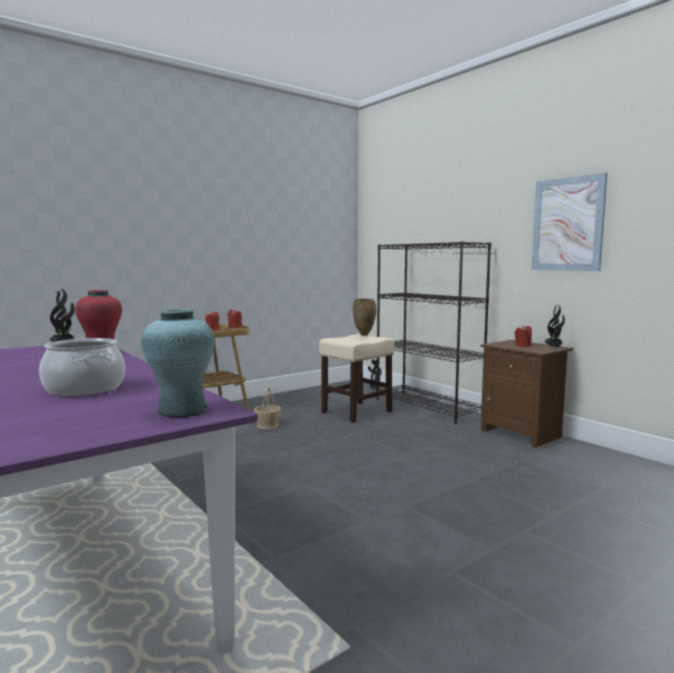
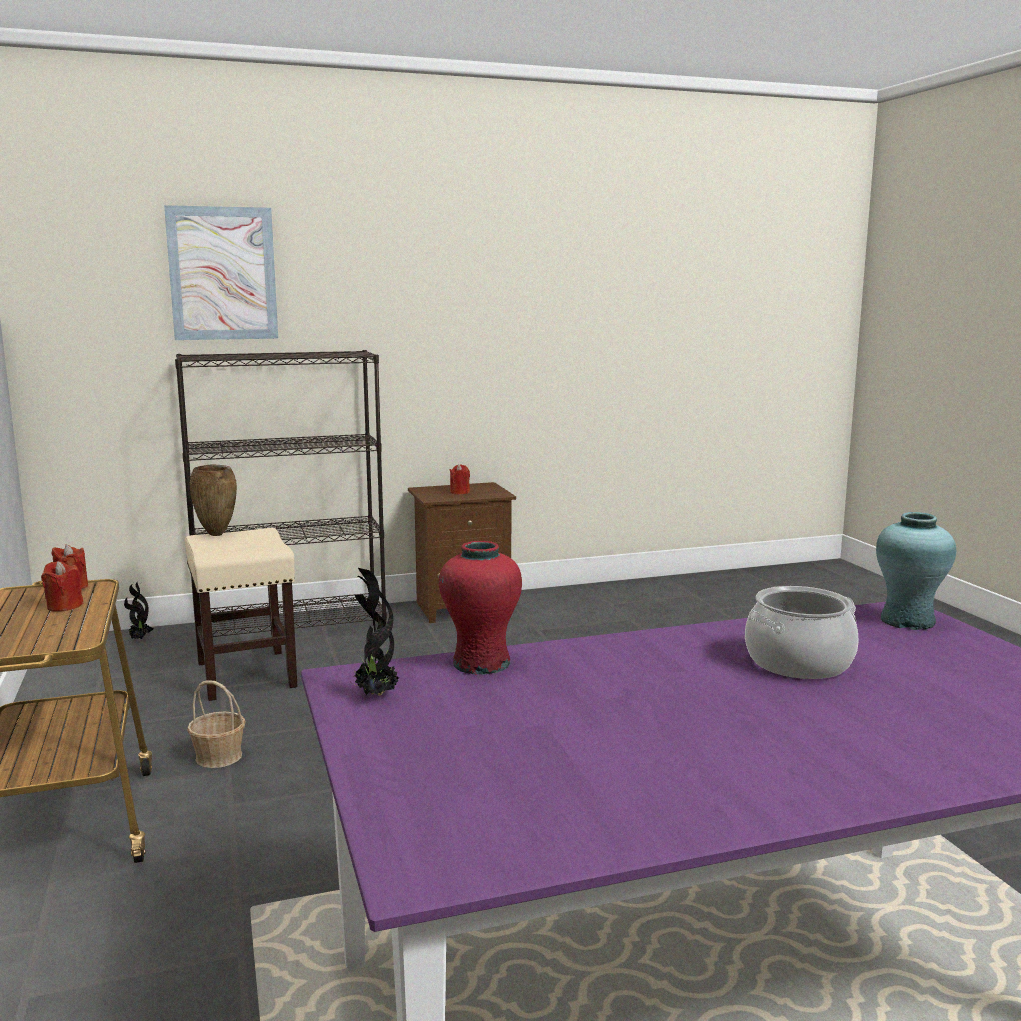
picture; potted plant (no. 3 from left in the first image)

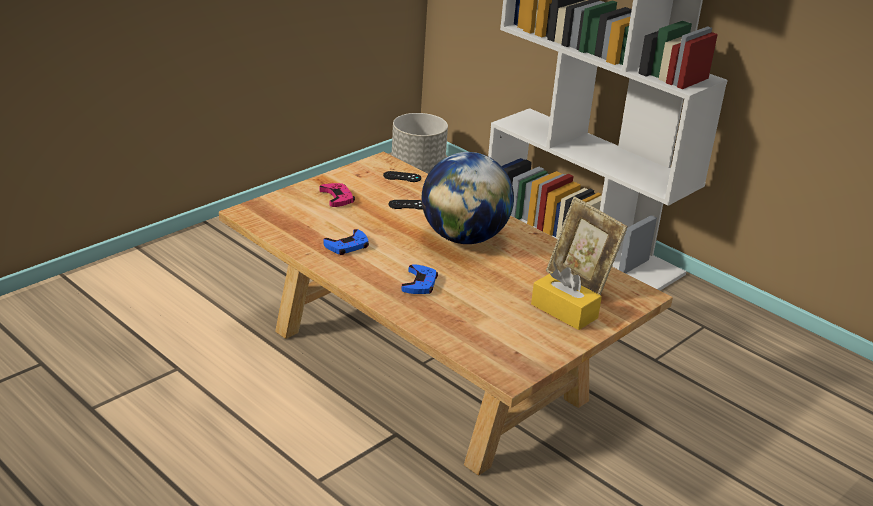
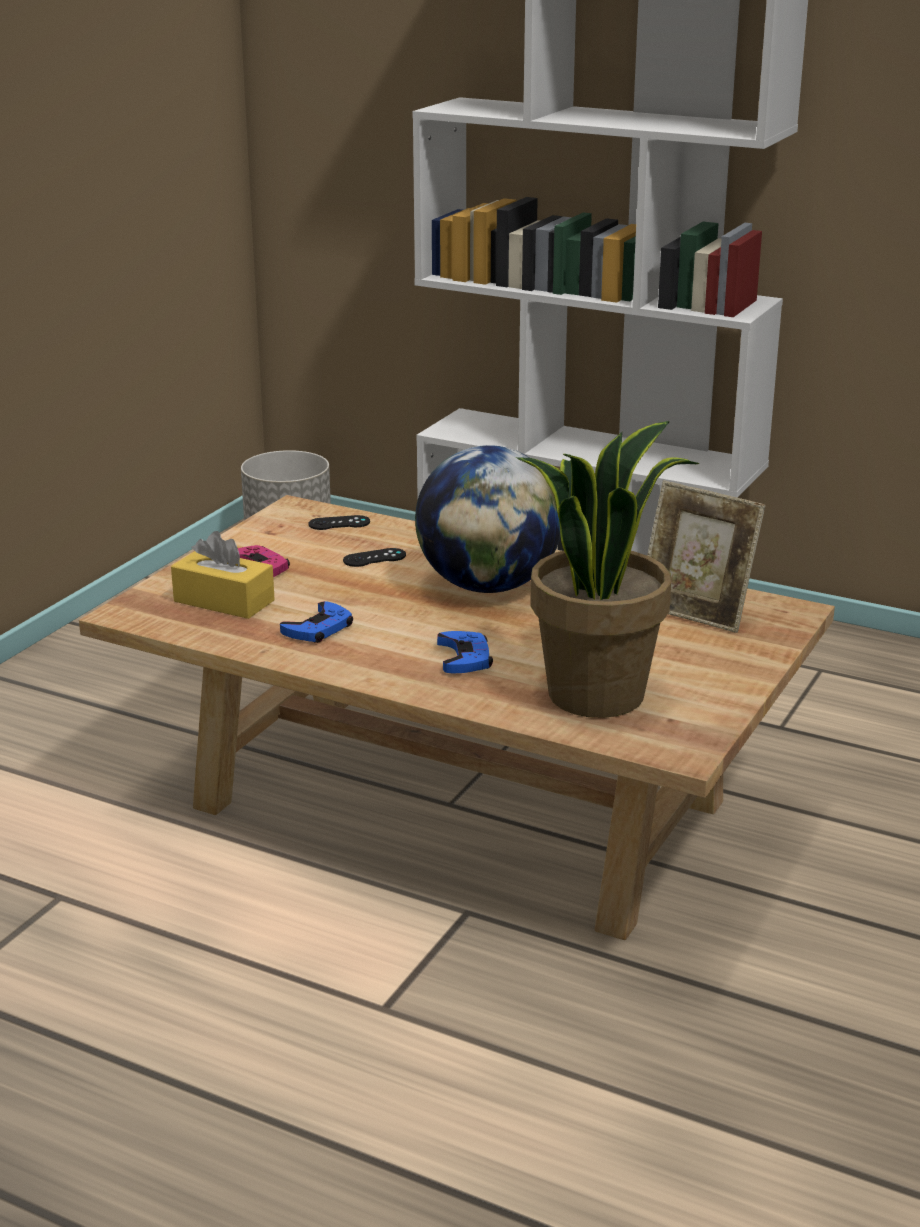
tissue box/yellow; potted plant

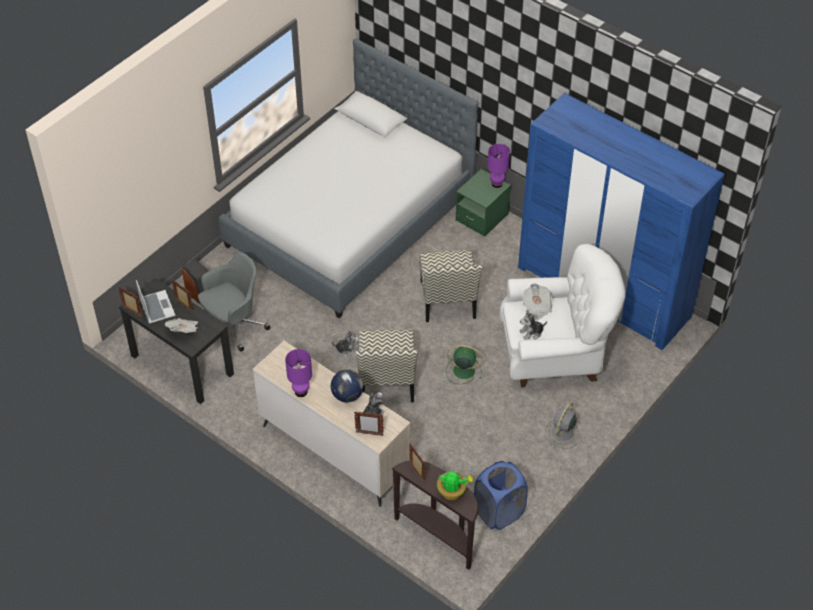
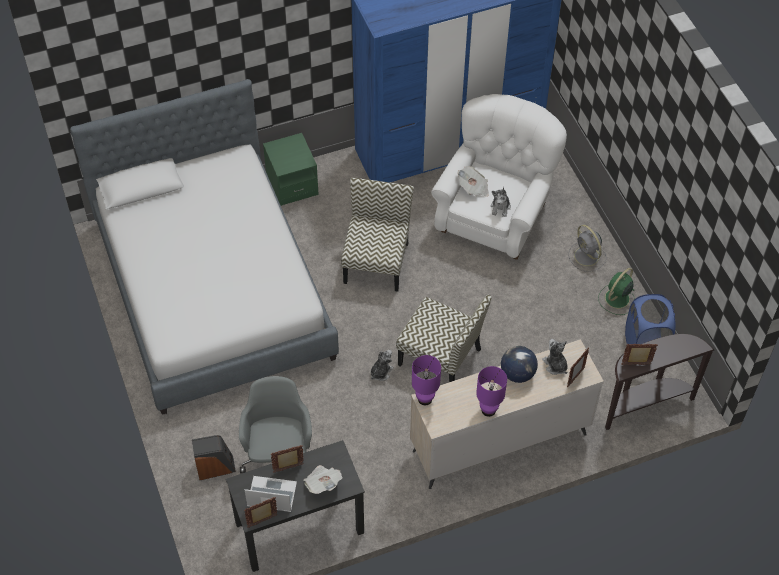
chair (no. 1 from left); table lamp/purple (no. 1 from left); fan/green; potted plant

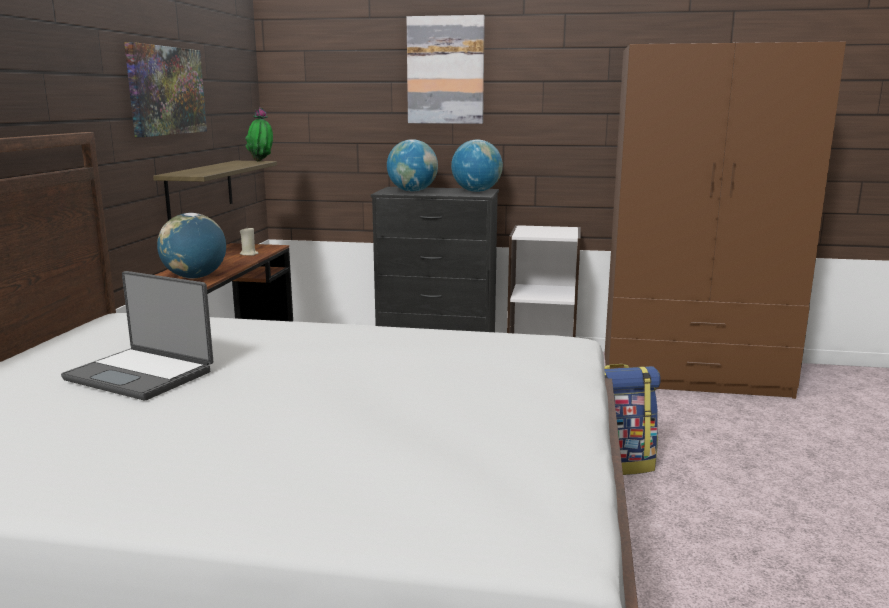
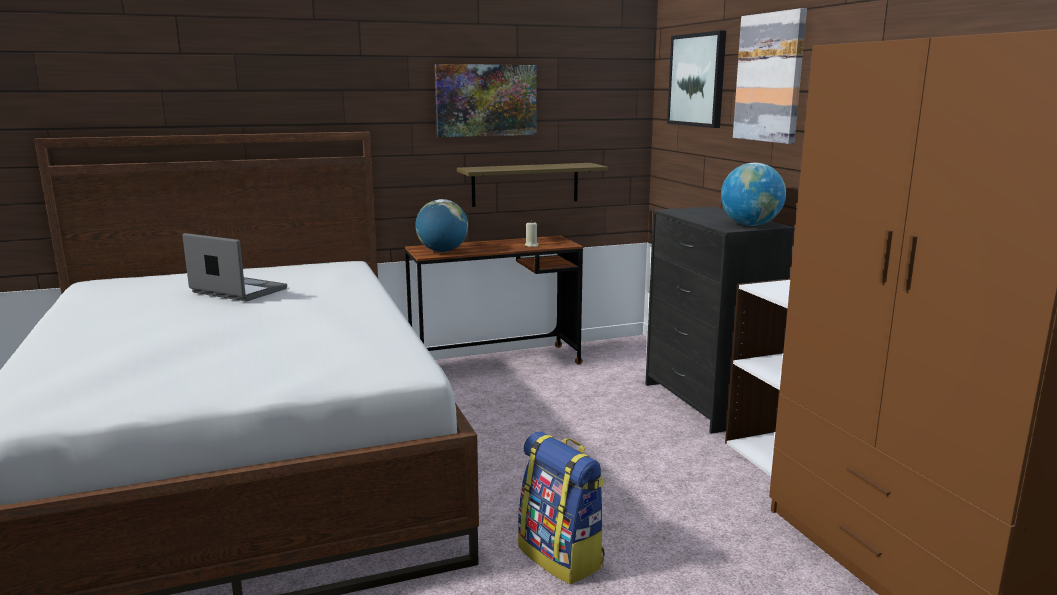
laptop; picture (no. 2 from left); potted plant; globe (no. 2 from left in the first image)

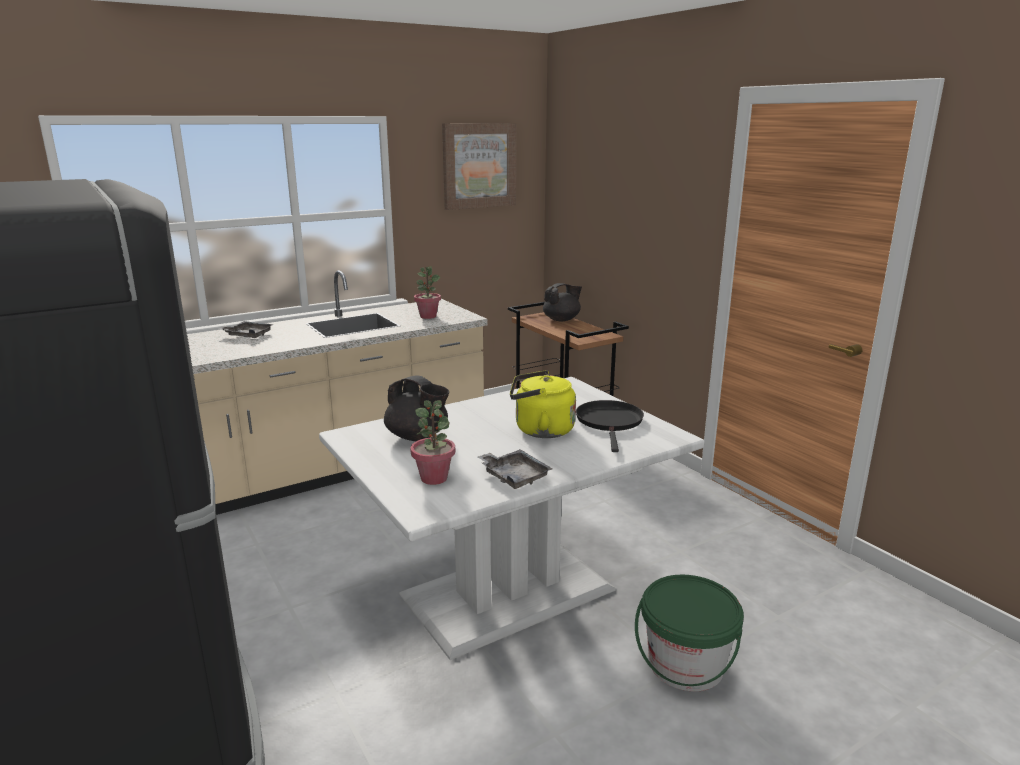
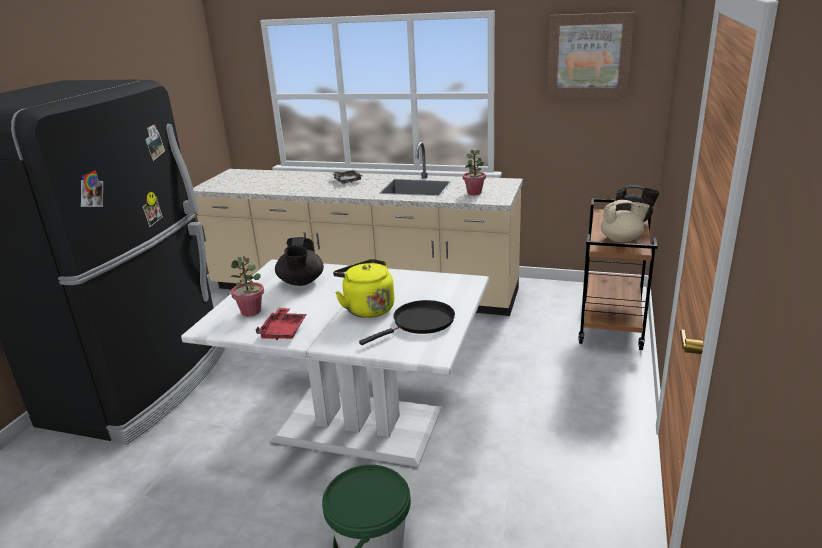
tray/red; teapot/beige

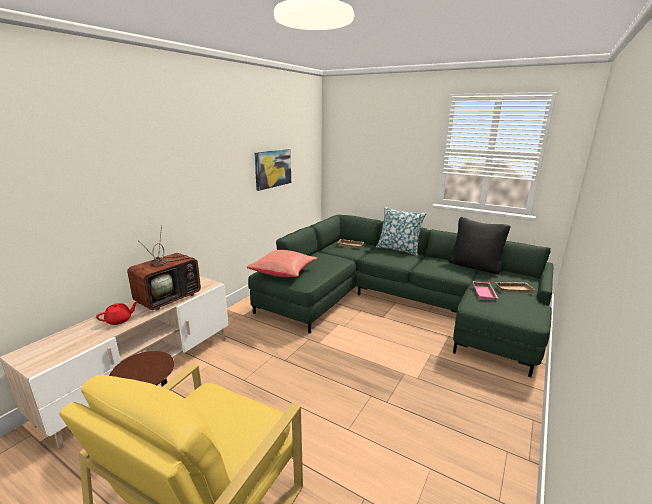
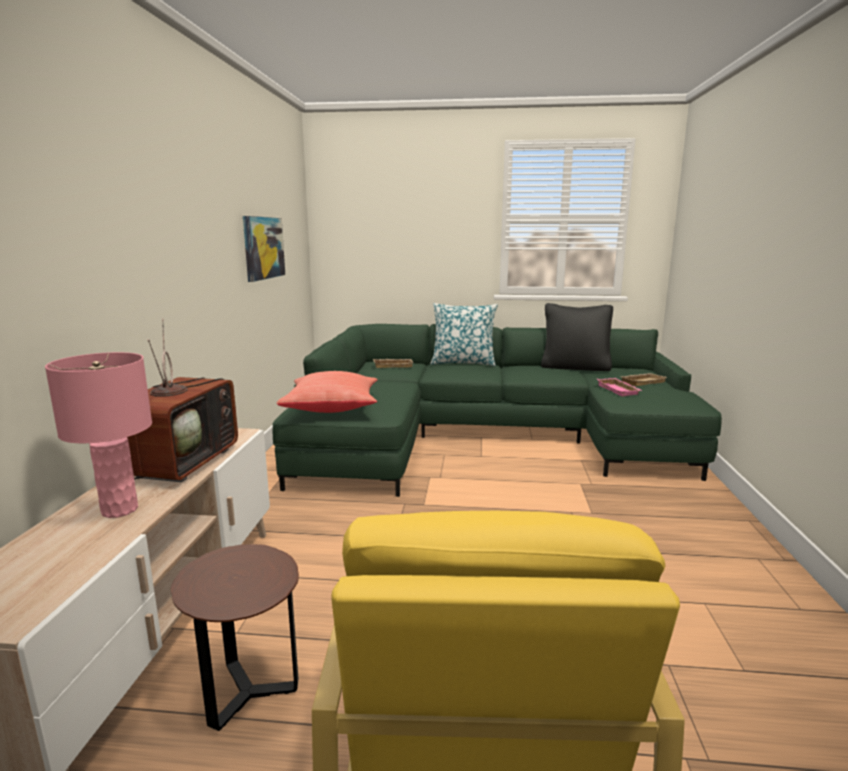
table lamp/pink

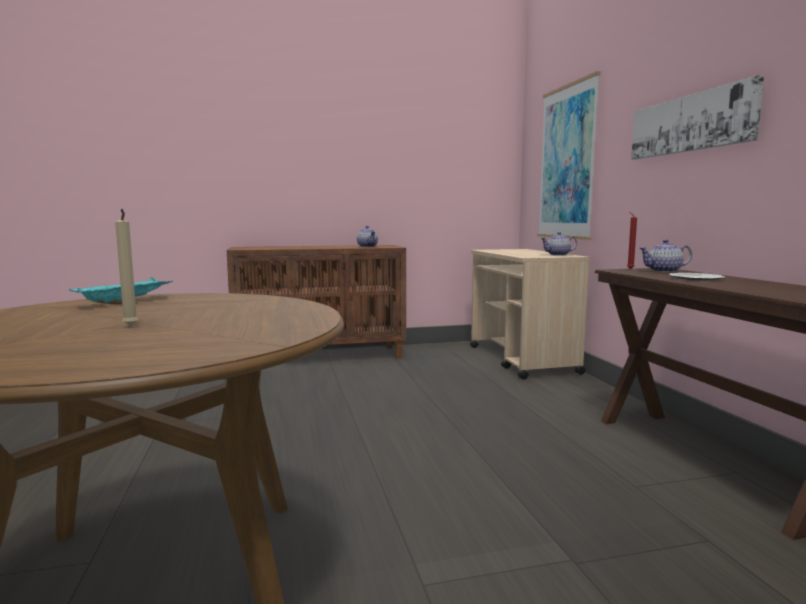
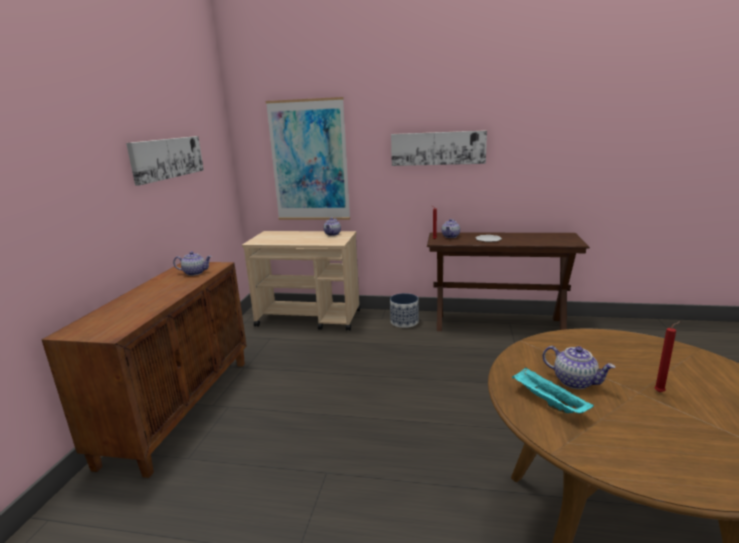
picture (no. 1 from left); planter; teapot (no. 4 from left); candle/red (no. 2 from left)

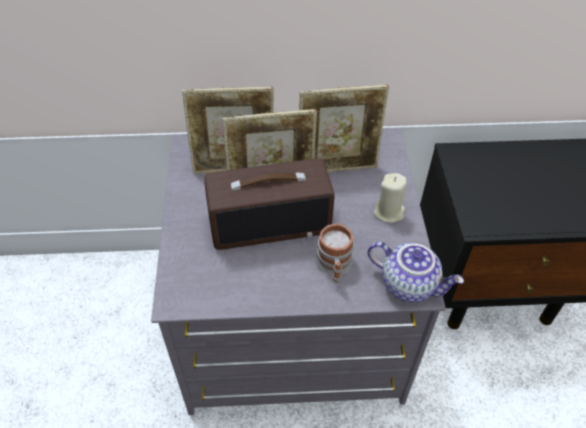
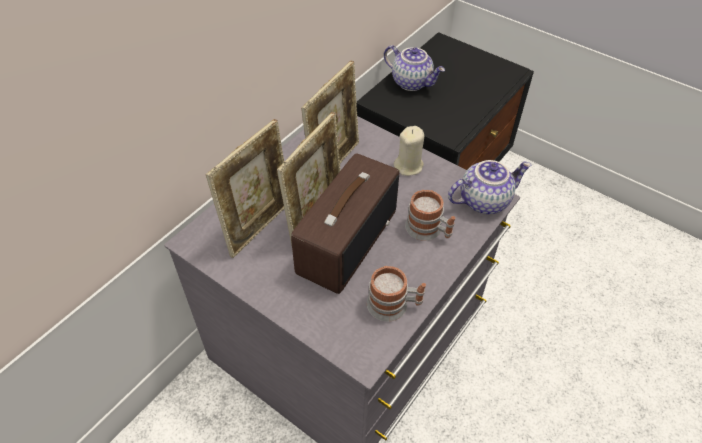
mug (no. 1 from left); teapot (no. 1 from left)

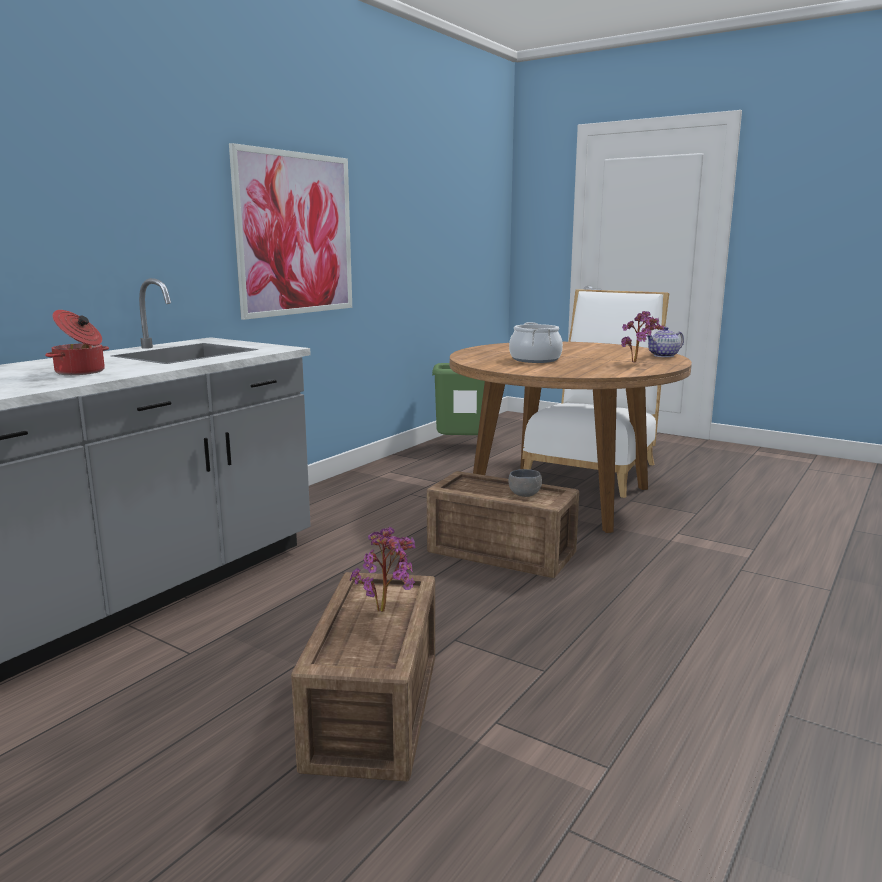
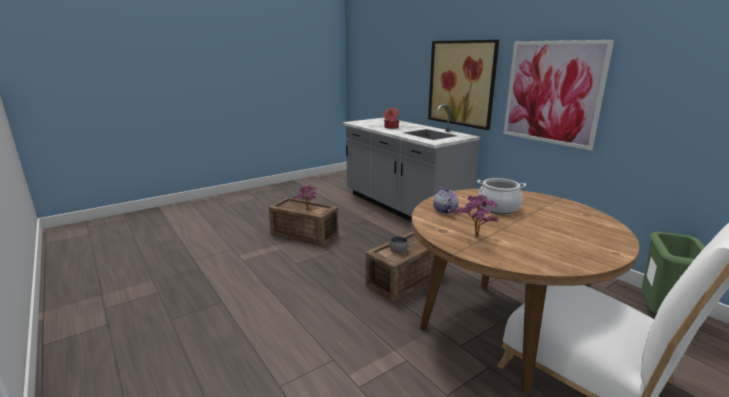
picture (no. 1 from left); teapot

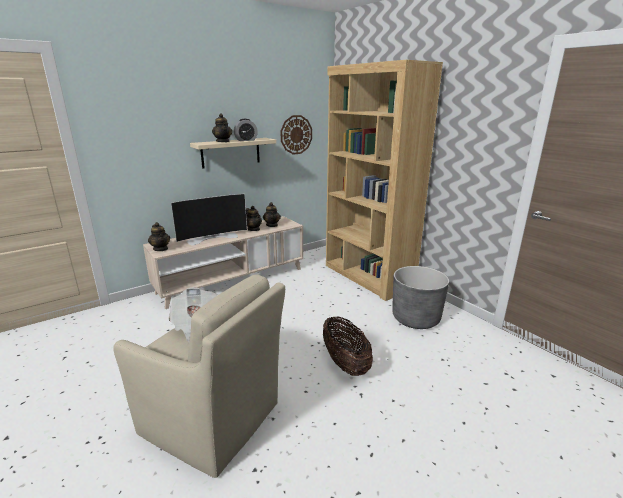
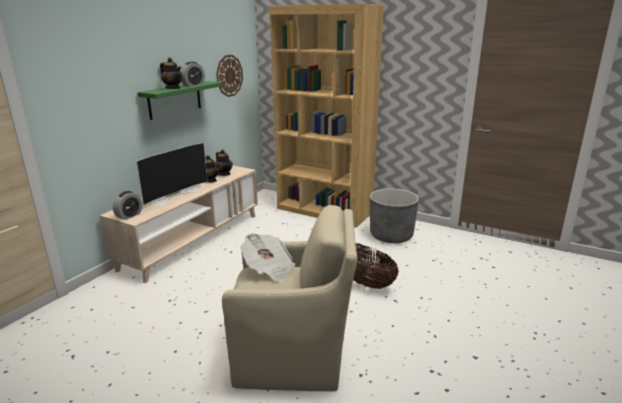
alarm clock (no. 1 from left); shelf/green

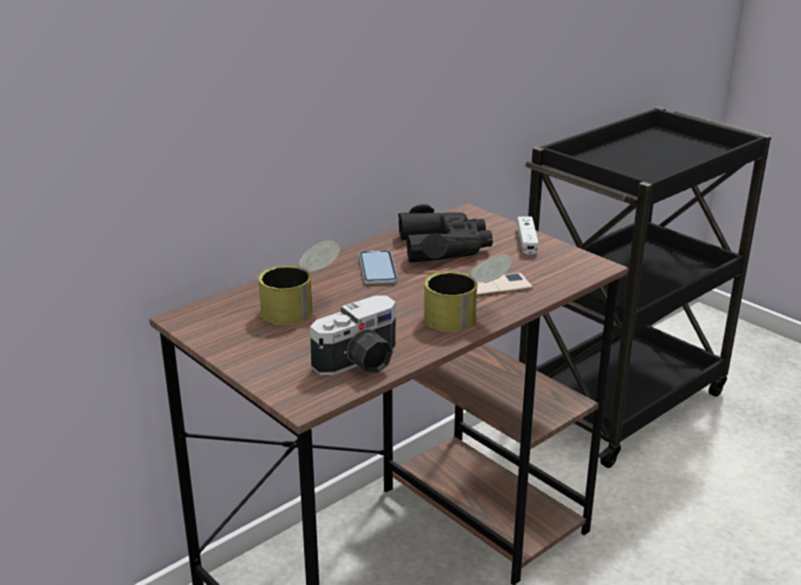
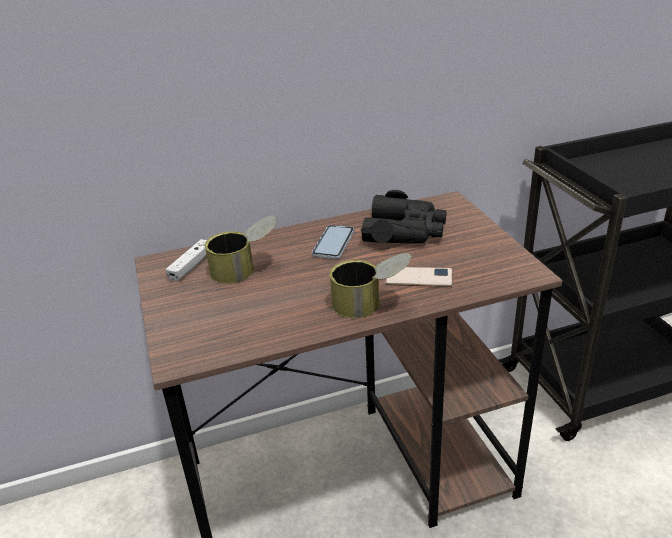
game controller/white; photo camera

